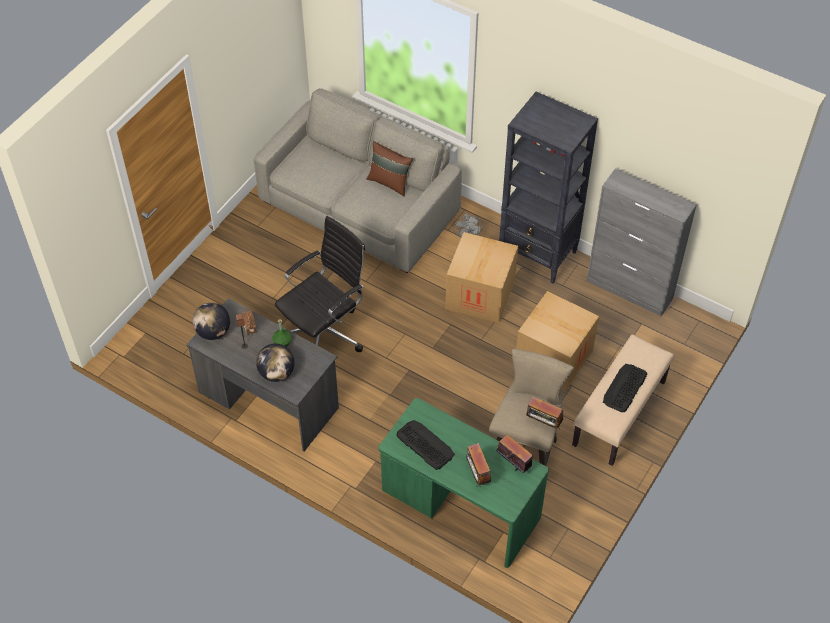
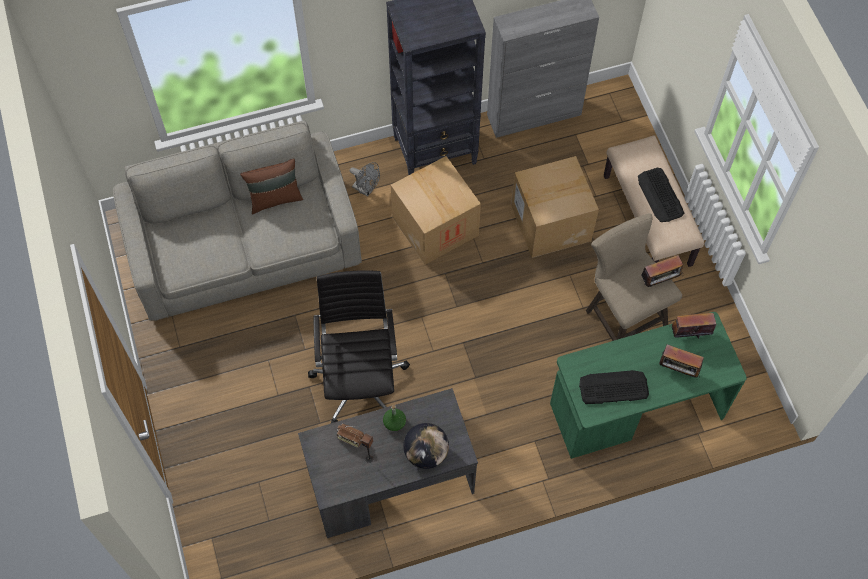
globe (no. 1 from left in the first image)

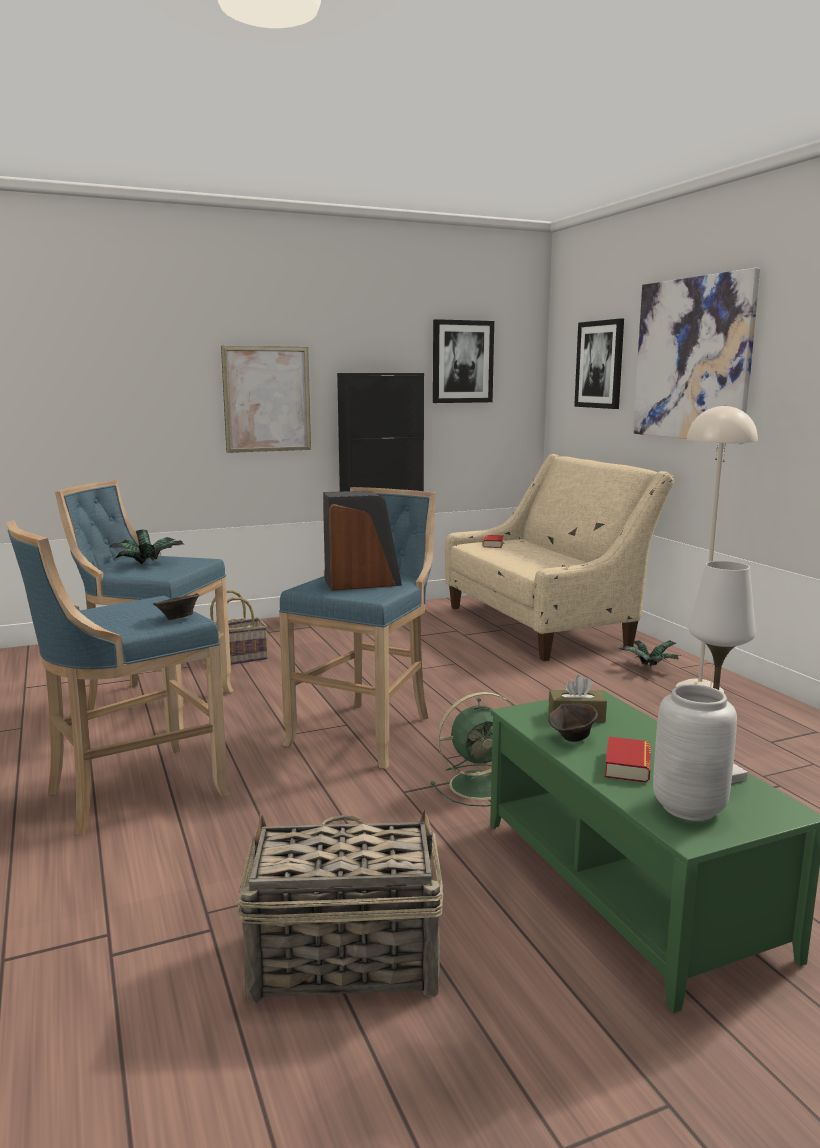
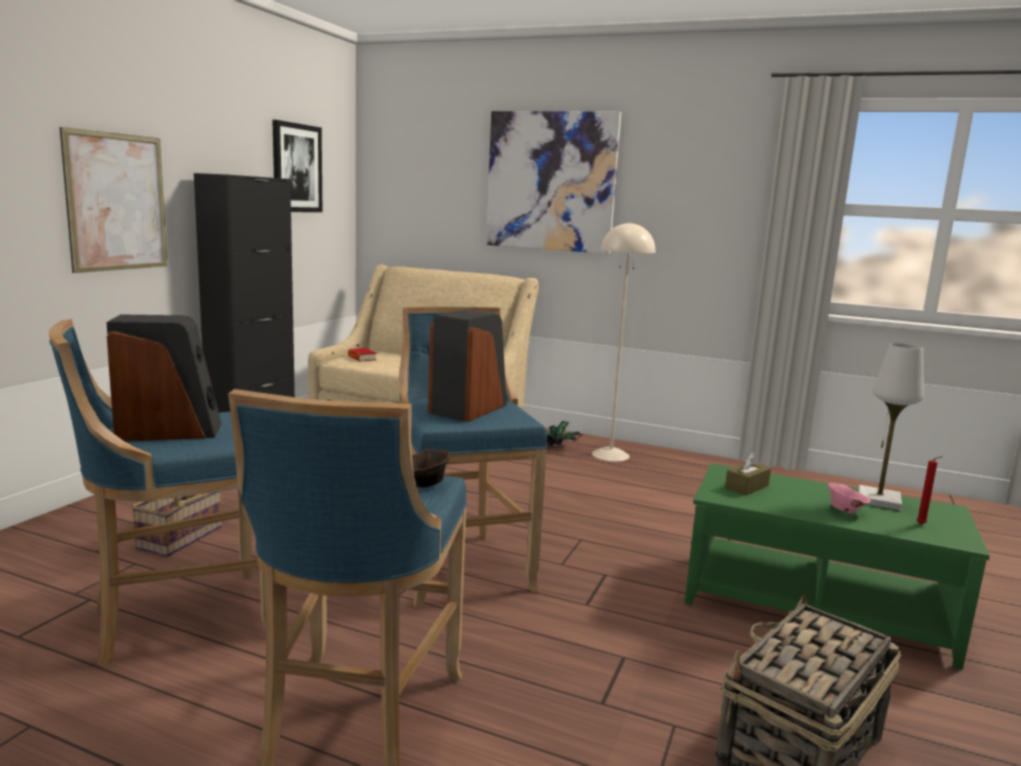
speaker (no. 1 from left); bowl/pink; candle/red; fan/green; bowl/brown (no. 2 from left in the first image); picture (no. 3 from left in the first image)

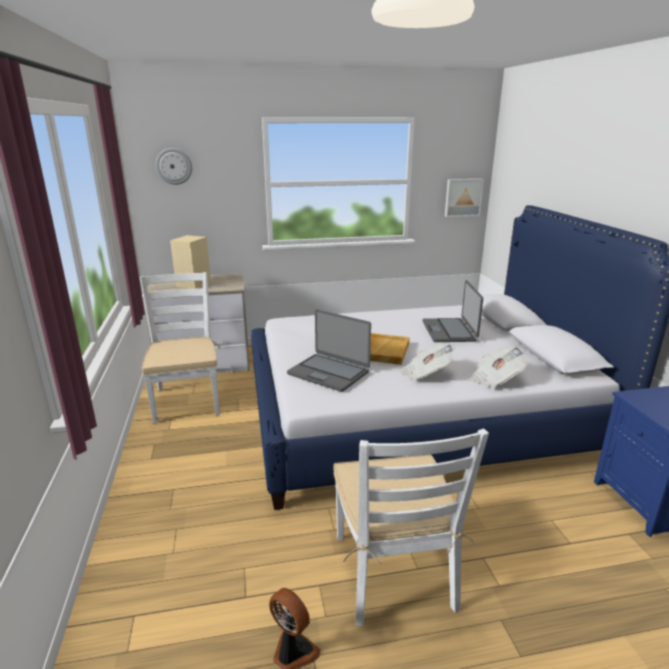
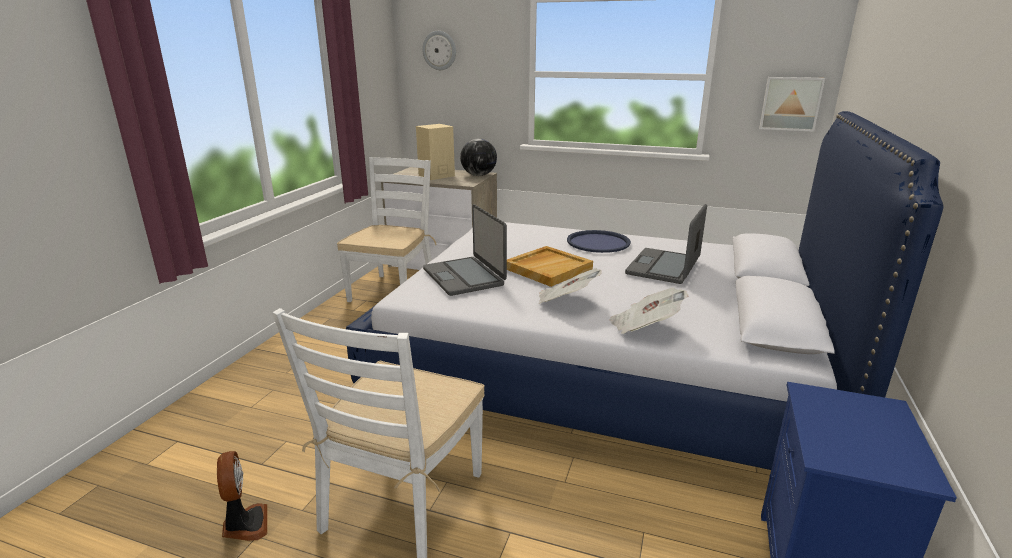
globe; tray/blue

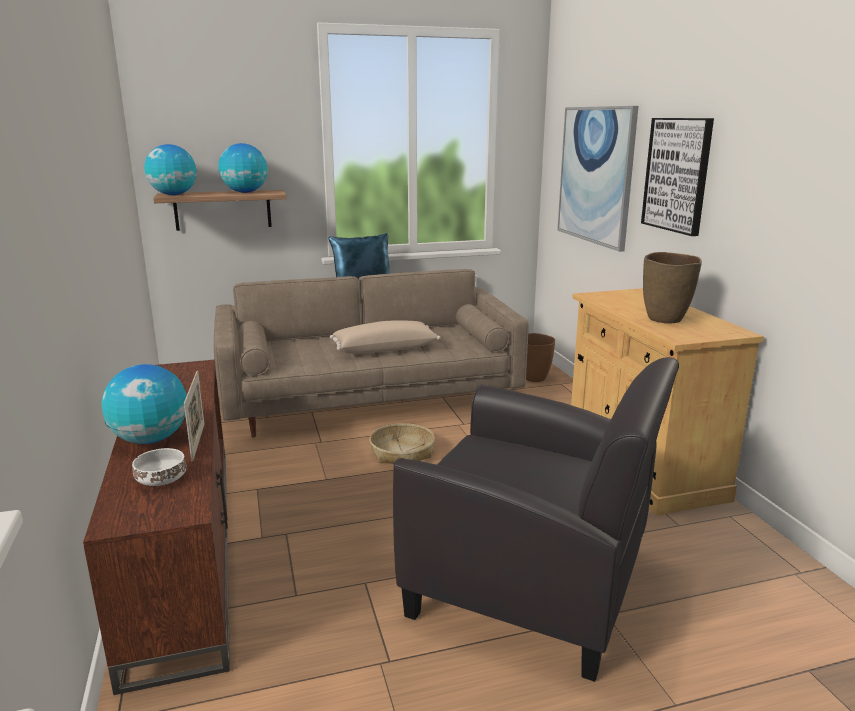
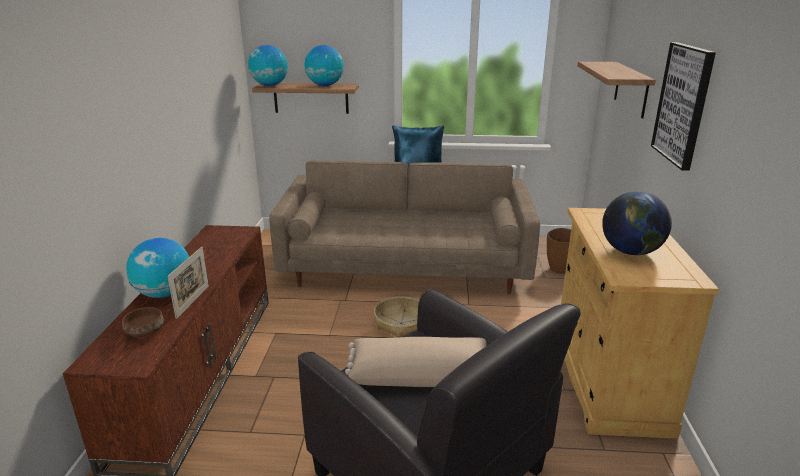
bowl/brown; pillow/beige; shelf (no. 2 from left); globe (no. 4 from left)

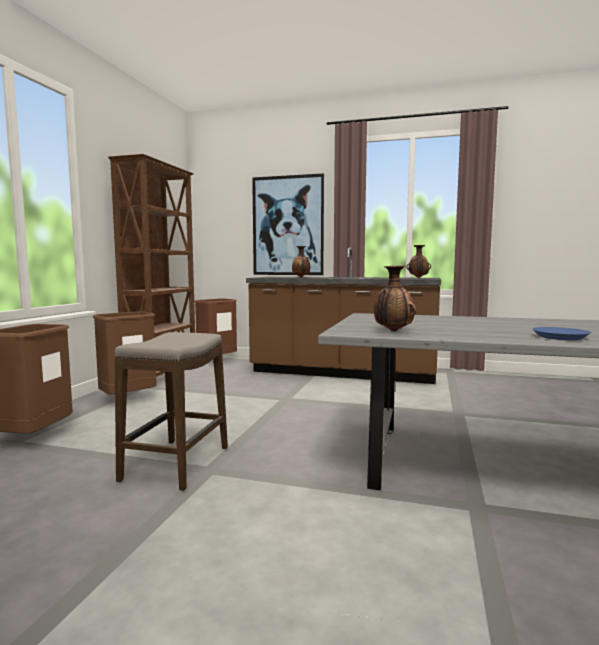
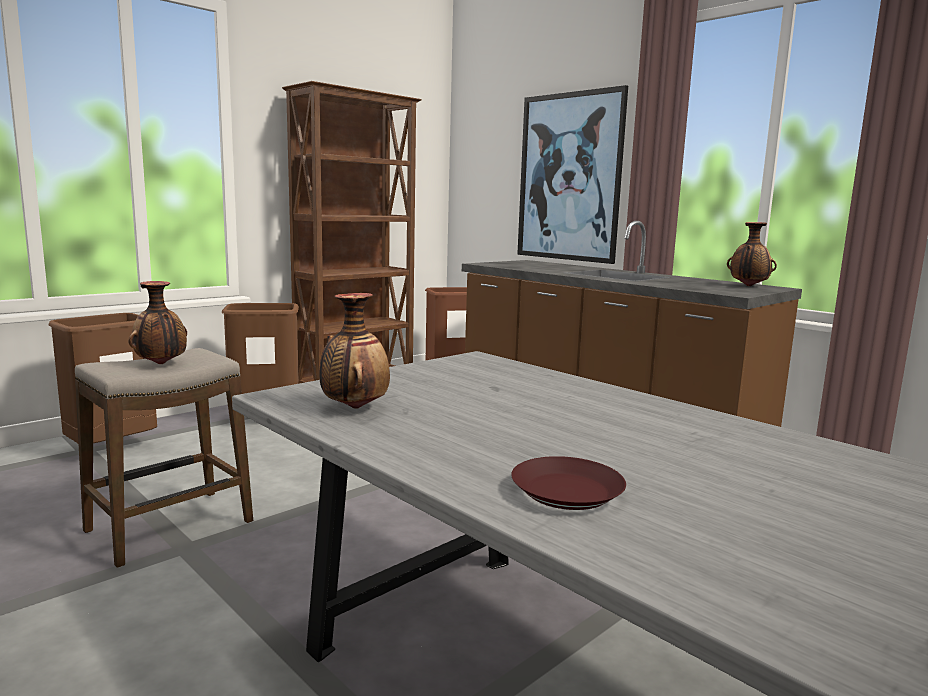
vase (no. 1 from left); plate/brown

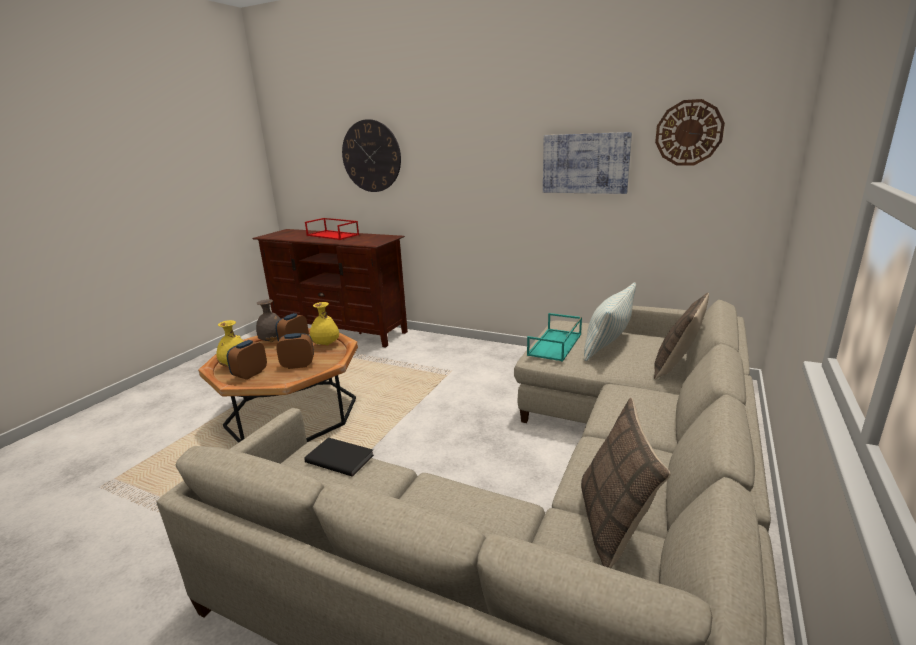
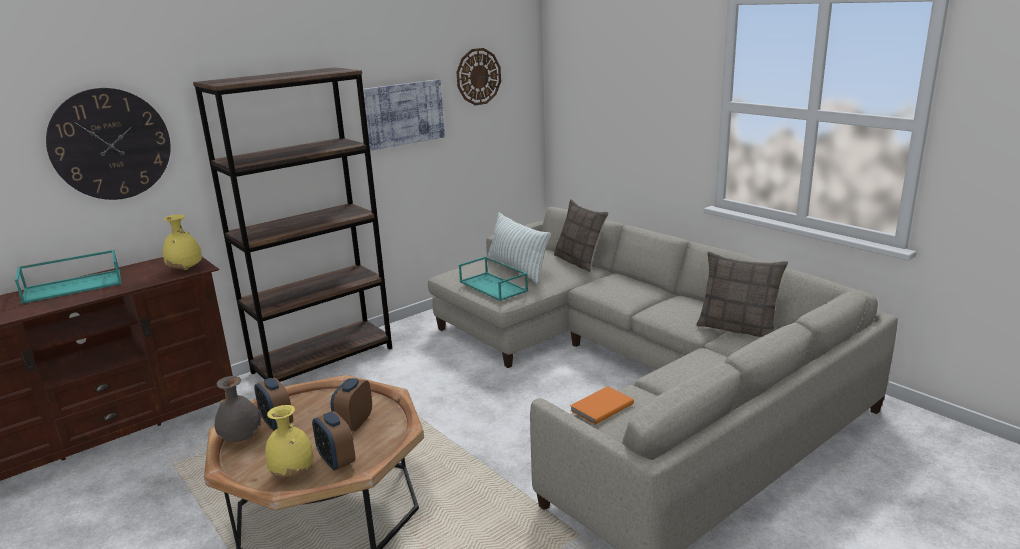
tray/turquoise (no. 1 from left); vase/yellow (no. 1 from left); bookcase/brown; book/orange

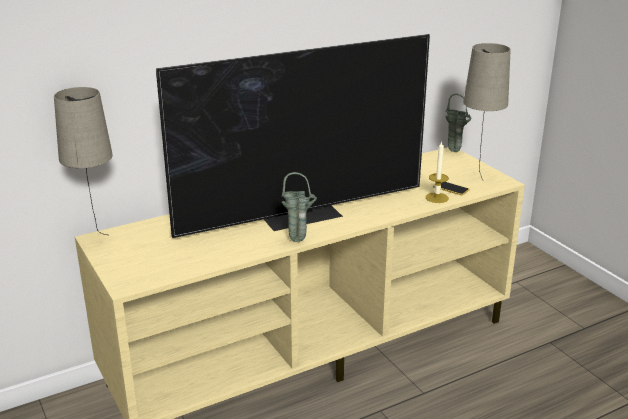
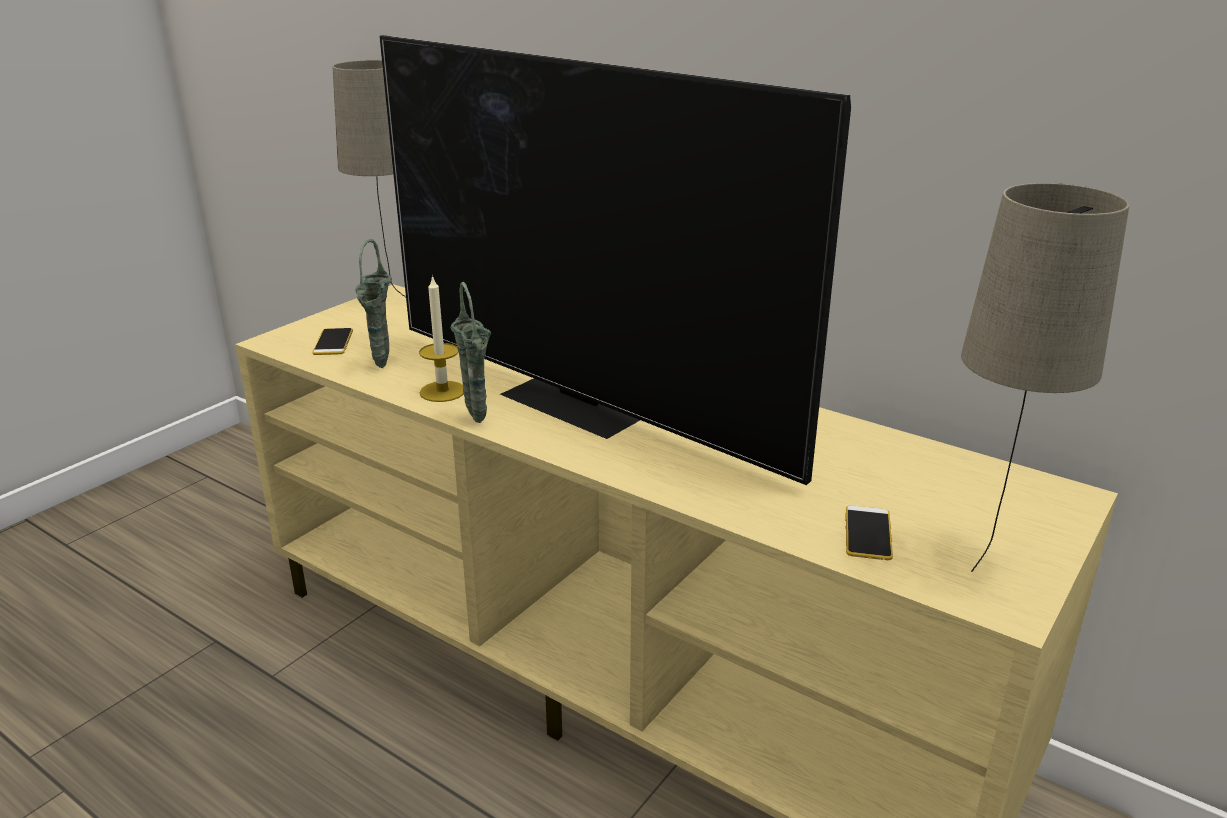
phone (no. 1 from left); vase/green (no. 1 from left); candle

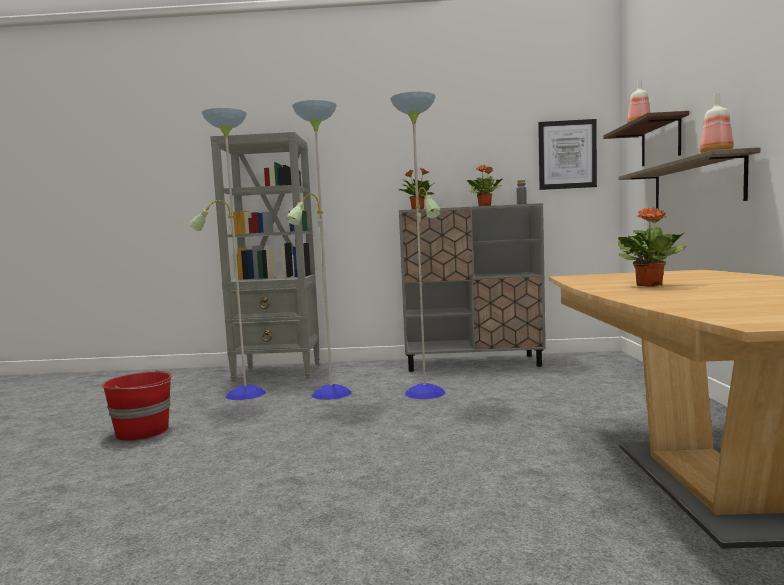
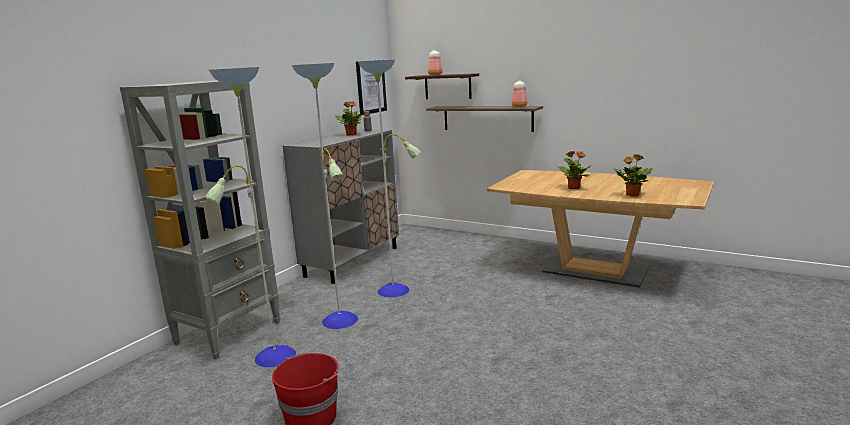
potted plant (no. 3 from left)

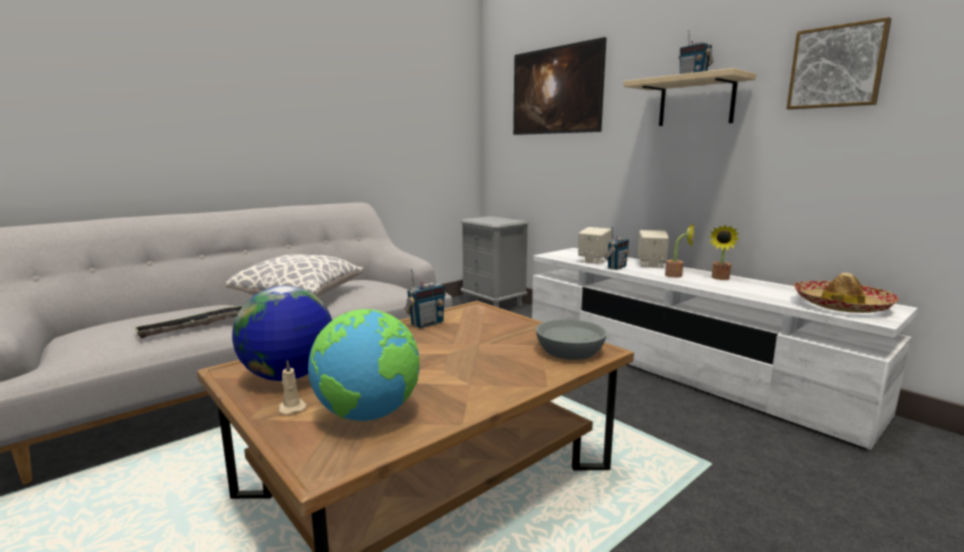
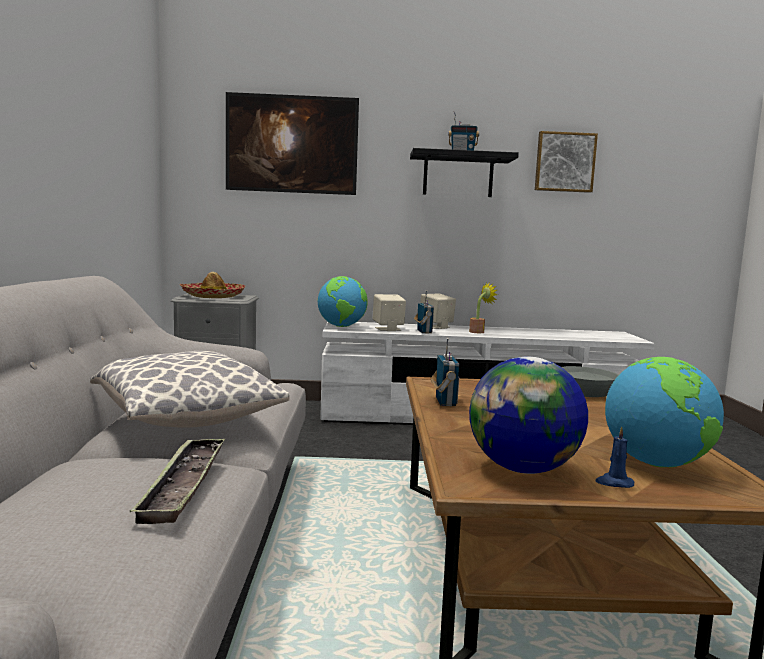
hat; globe (no. 1 from left); shelf/black; candle/blue; potted plant (no. 2 from left in the first image)

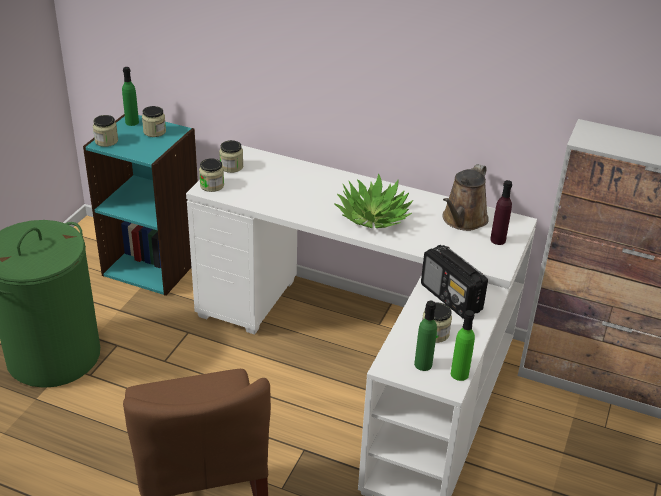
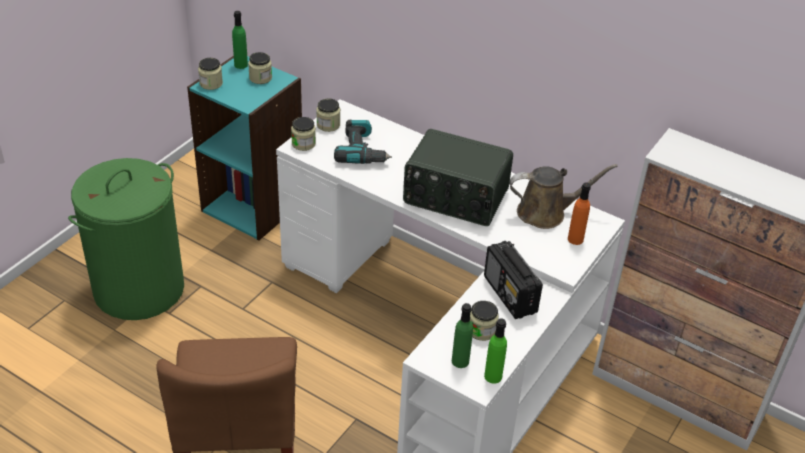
power drill; radio (no. 1 from left); watering can/brown; bottle/orange

